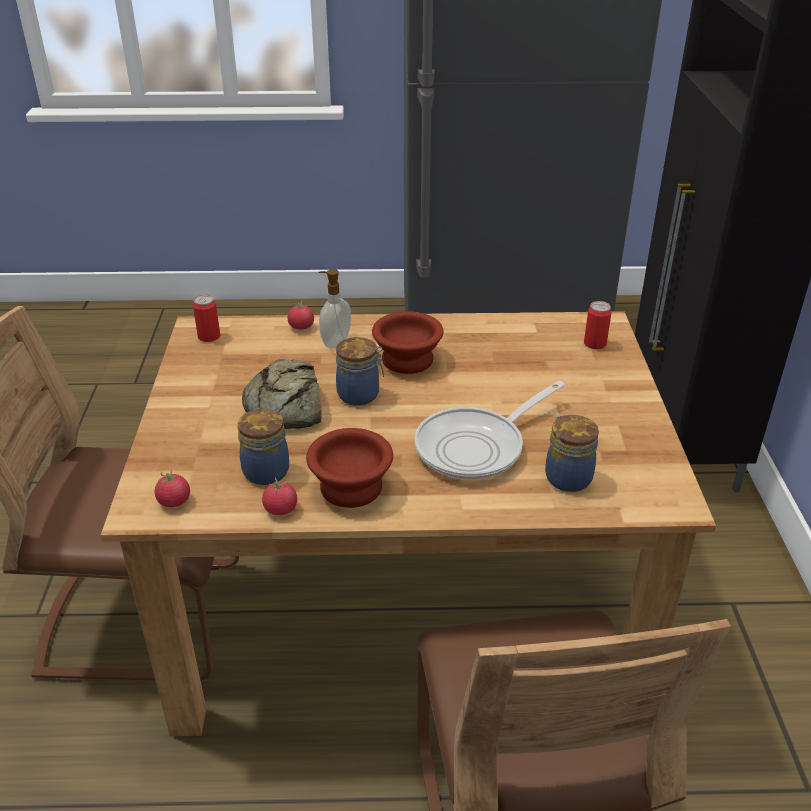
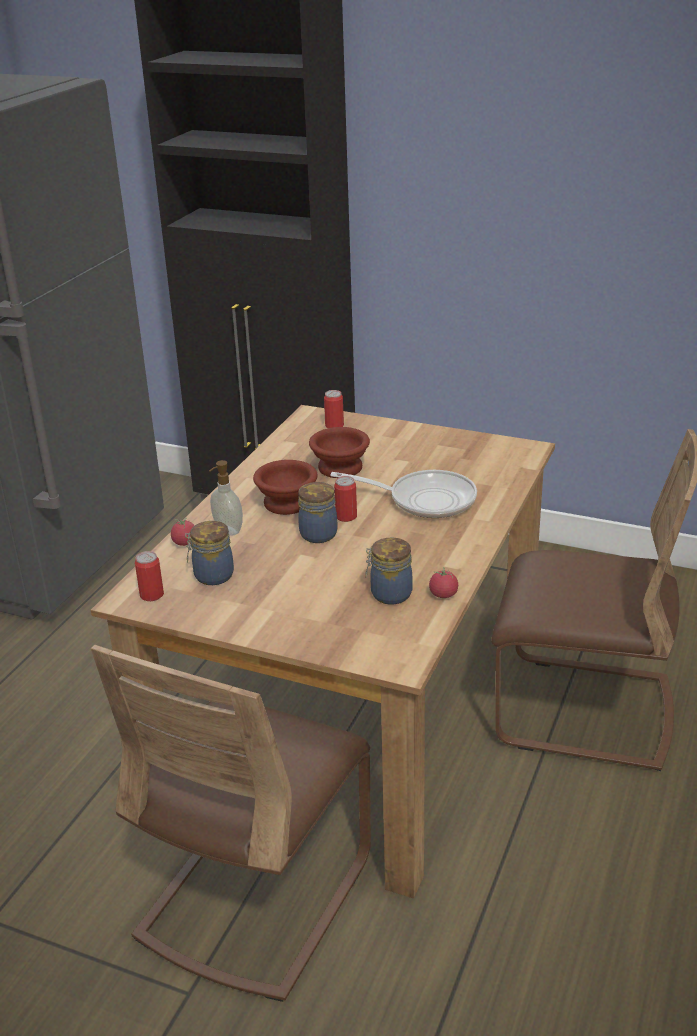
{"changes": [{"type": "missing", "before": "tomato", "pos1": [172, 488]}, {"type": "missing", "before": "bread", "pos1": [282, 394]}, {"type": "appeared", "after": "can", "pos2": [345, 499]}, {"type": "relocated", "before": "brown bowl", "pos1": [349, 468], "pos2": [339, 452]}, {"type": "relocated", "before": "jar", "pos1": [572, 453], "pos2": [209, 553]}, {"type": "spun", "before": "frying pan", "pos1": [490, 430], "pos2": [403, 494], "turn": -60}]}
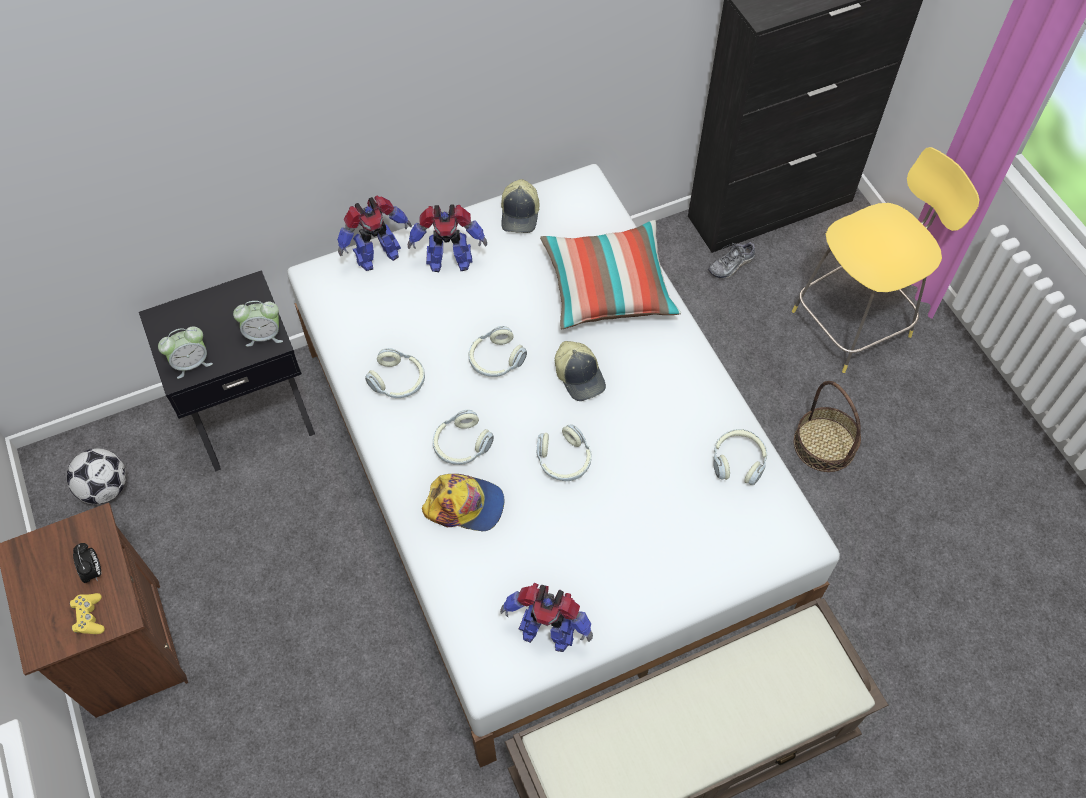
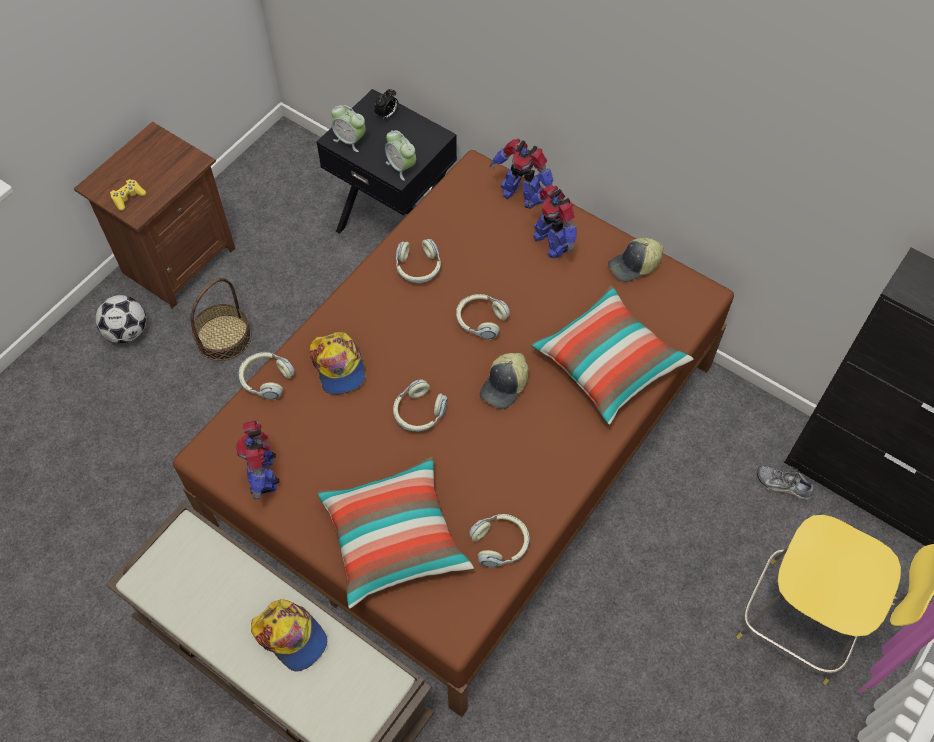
{"changes": [{"type": "appeared", "after": "cap", "pos2": [289, 635]}, {"type": "appeared", "after": "pillow", "pos2": [395, 532]}, {"type": "relocated", "before": "football", "pos1": [96, 476], "pos2": [121, 319]}, {"type": "relocated", "before": "alarm clock", "pos1": [87, 563], "pos2": [386, 104]}, {"type": "relocated", "before": "headphones", "pos1": [463, 437], "pos2": [267, 376]}, {"type": "relocated", "before": "basket", "pos1": [827, 426], "pos2": [221, 319]}, {"type": "colour", "before": "white bed", "after": "brown bed", "pos1": [563, 466], "pos2": [453, 433]}]}
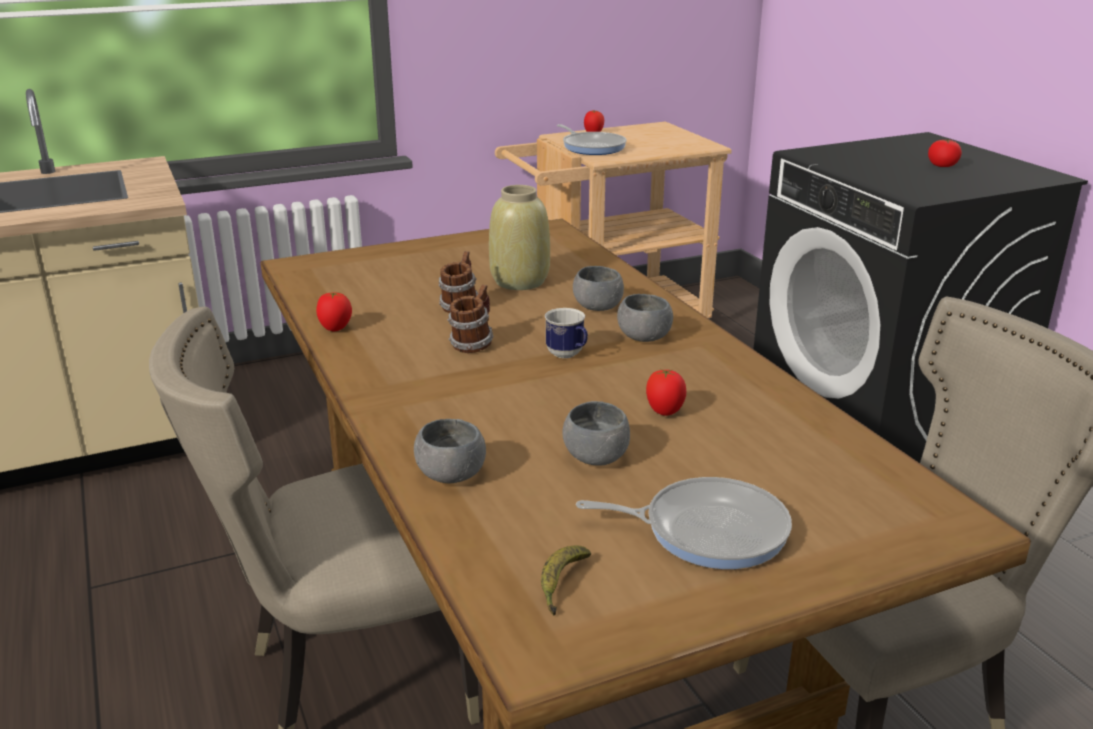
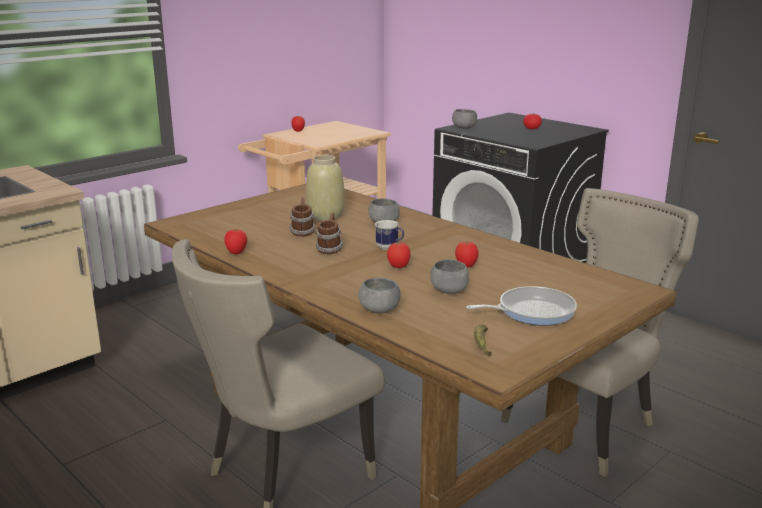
{"changes": [{"type": "missing", "before": "frying pan", "pos1": [592, 139]}, {"type": "appeared", "after": "tomato", "pos2": [398, 255]}, {"type": "relocated", "before": "grey bowl", "pos1": [645, 318], "pos2": [464, 119]}]}
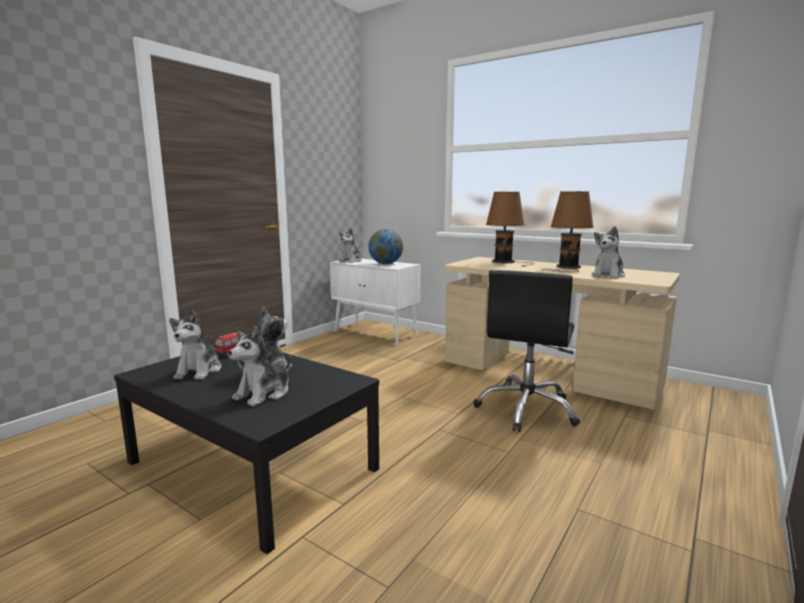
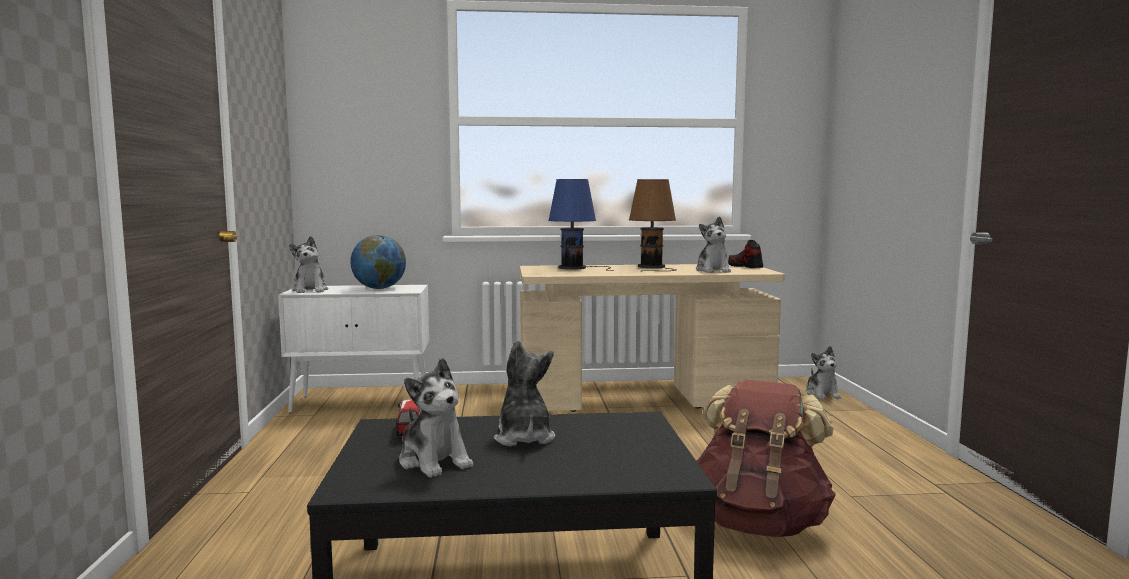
{"changes": [{"type": "missing", "before": "black office chair", "pos1": [526, 351]}, {"type": "appeared", "after": "brown backpack", "pos2": [766, 458]}, {"type": "appeared", "after": "shoe", "pos2": [745, 254]}, {"type": "relocated", "before": "plush toy", "pos1": [259, 366], "pos2": [824, 372]}, {"type": "colour", "before": "brown table lamp", "after": "blue table lamp", "pos1": [509, 229], "pos2": [581, 225]}]}
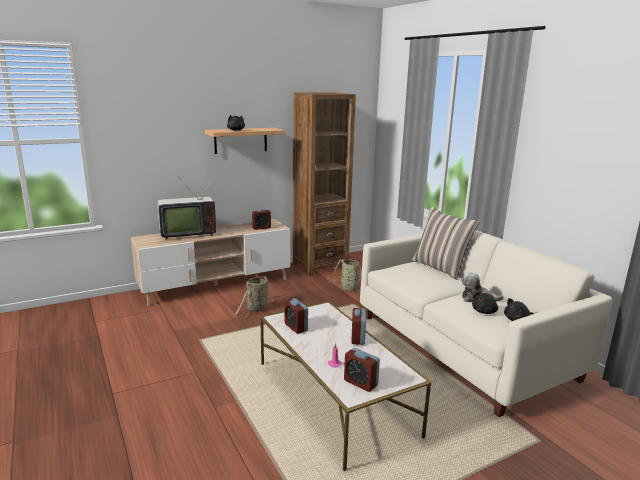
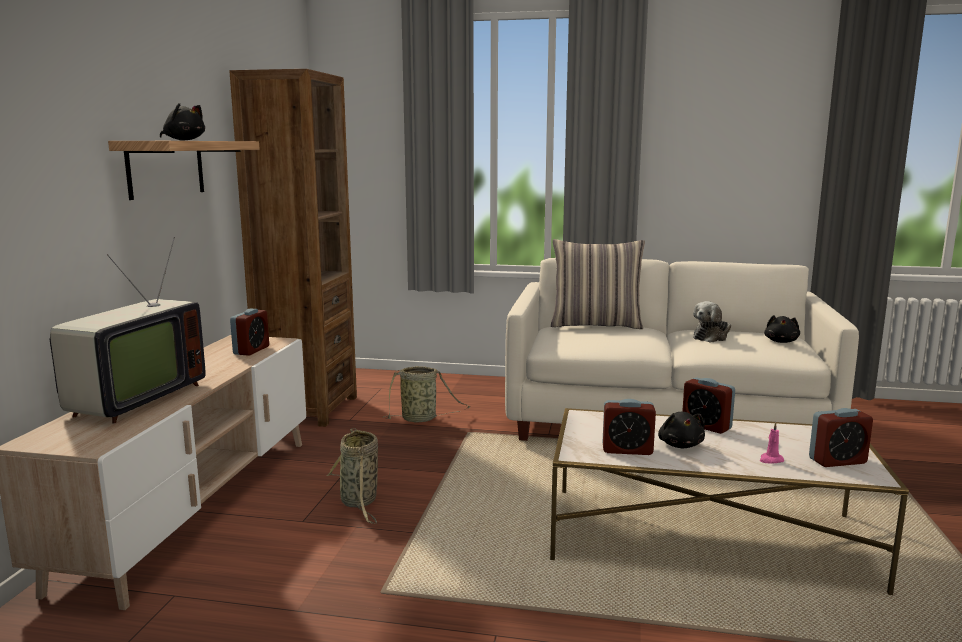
{"changes": [{"type": "relocated", "before": "black plush toy", "pos1": [485, 303], "pos2": [681, 430]}]}
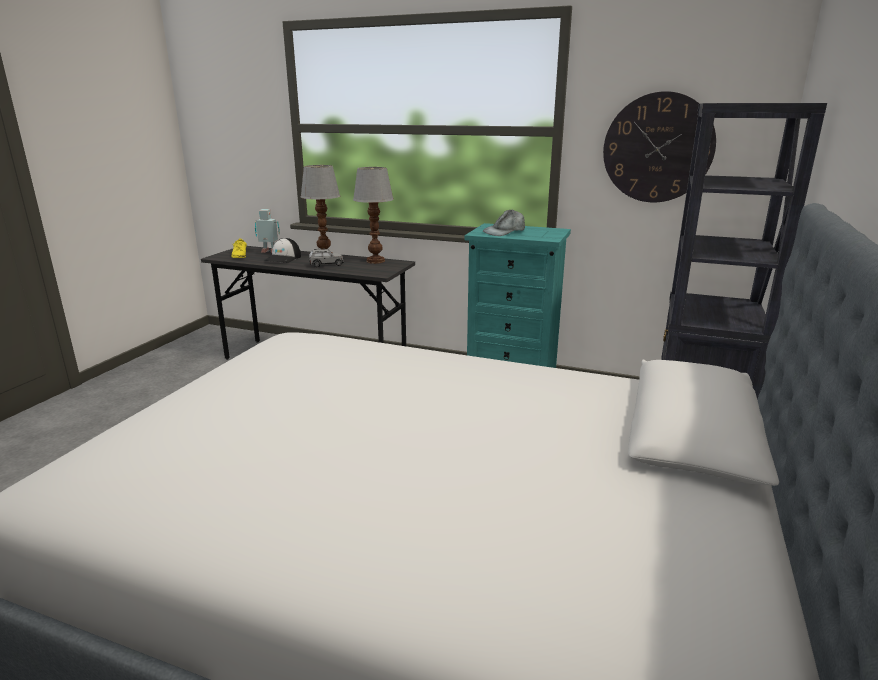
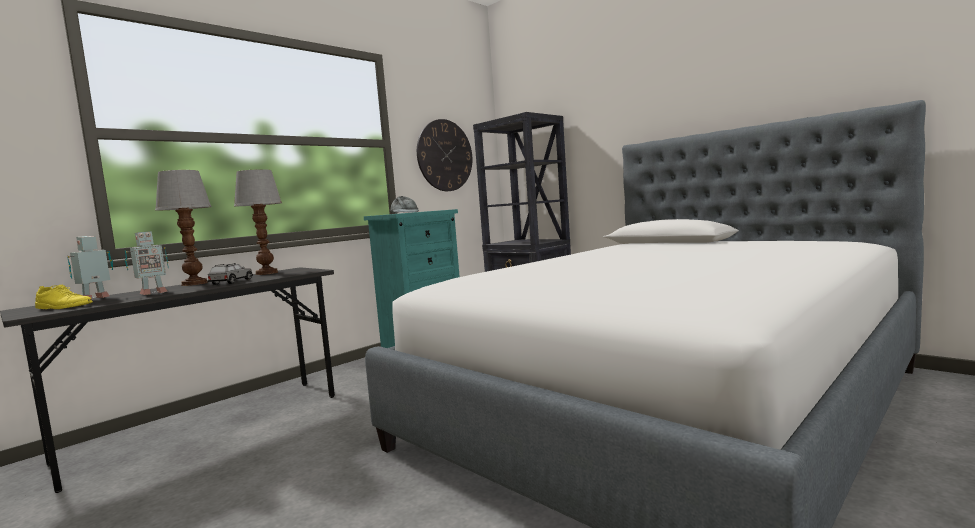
{"changes": [{"type": "exchanged", "before": "cap", "after": "toy robot", "pos1": [282, 250], "pos2": [147, 263]}]}
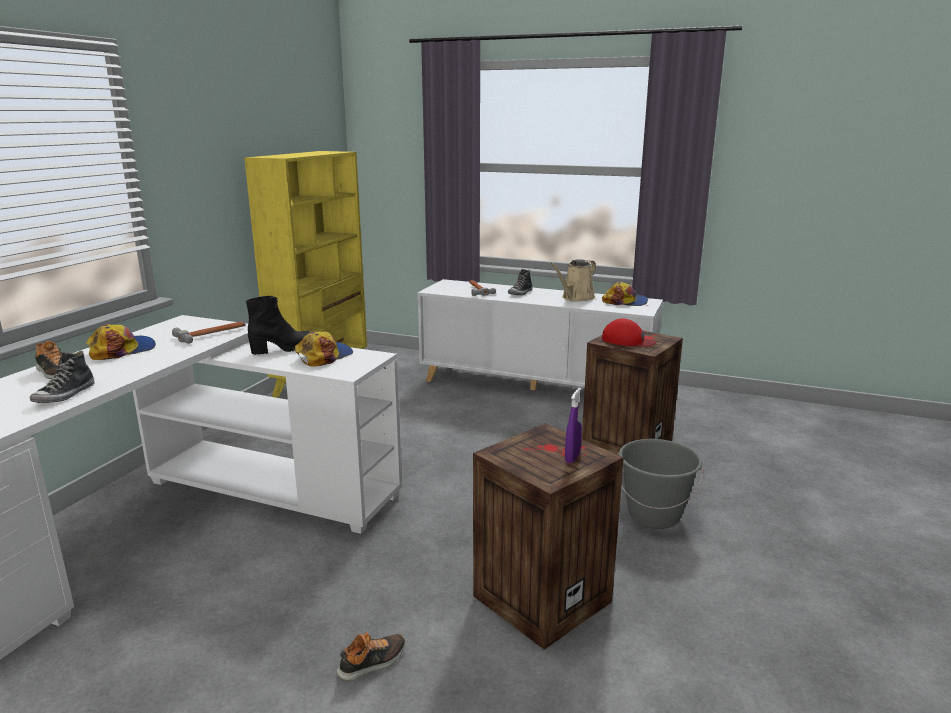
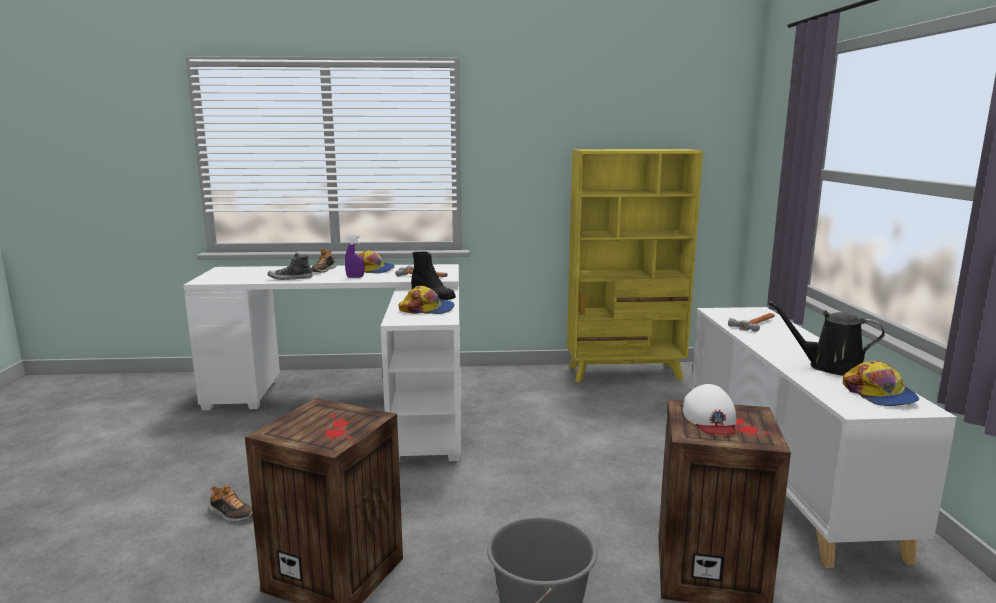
{"changes": [{"type": "missing", "before": "shoe", "pos1": [520, 282]}, {"type": "relocated", "before": "purple spray bottle", "pos1": [573, 425], "pos2": [354, 256]}, {"type": "colour", "before": "beige watering can", "after": "black watering can", "pos1": [573, 280], "pos2": [826, 338]}, {"type": "colour", "before": "red cap", "after": "white cap", "pos1": [629, 332], "pos2": [710, 409]}]}
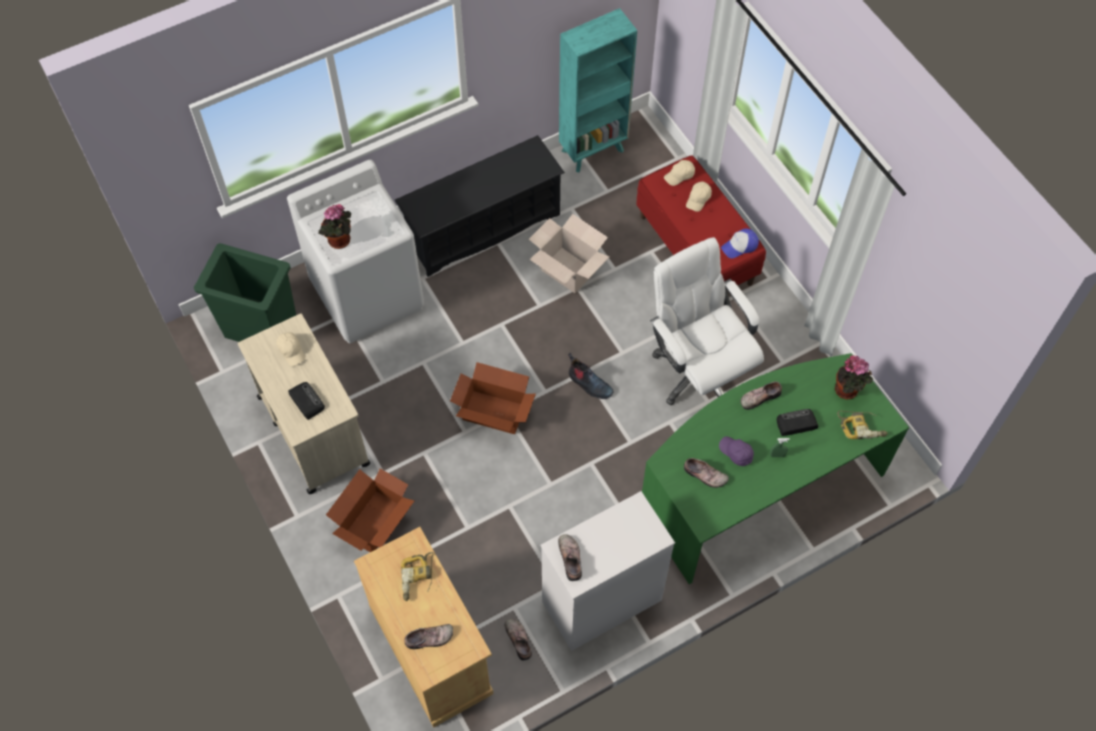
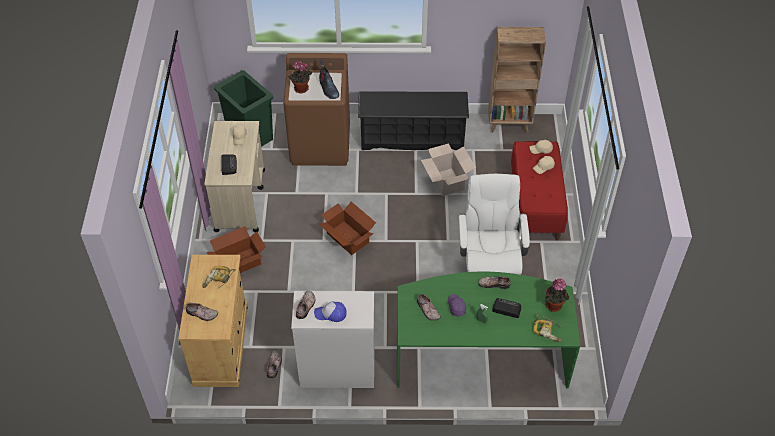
{"changes": [{"type": "relocated", "before": "boot", "pos1": [590, 376], "pos2": [329, 79]}, {"type": "relocated", "before": "cap", "pos1": [740, 243], "pos2": [330, 311]}, {"type": "colour", "before": "white washing machine", "after": "brown washing machine", "pos1": [355, 251], "pos2": [316, 109]}, {"type": "colour", "before": "turquoise bookcase", "after": "brown bookcase", "pos1": [598, 90], "pos2": [517, 80]}]}
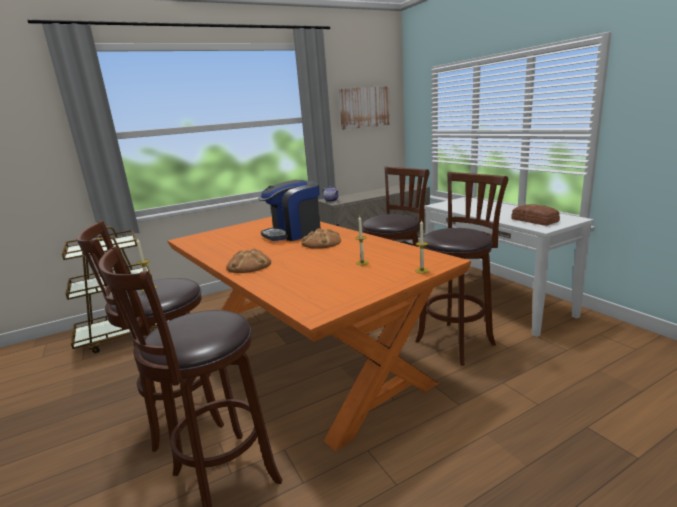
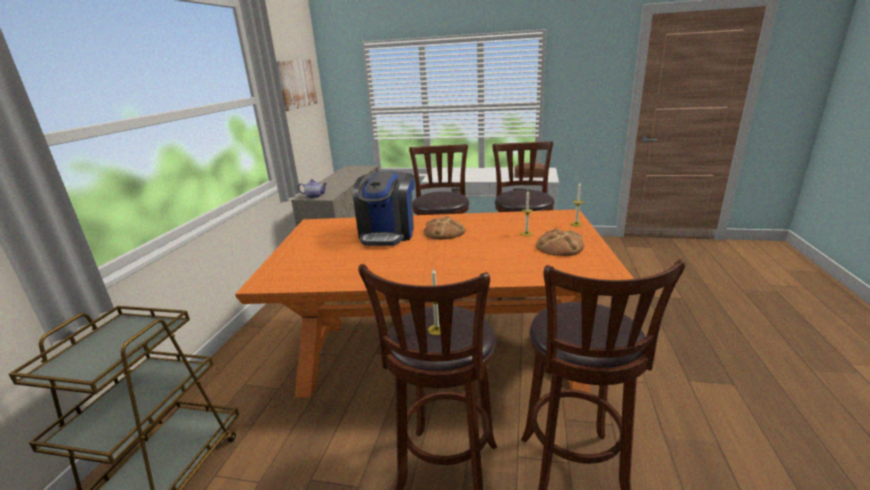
{"changes": [{"type": "relocated", "before": "bread", "pos1": [248, 260], "pos2": [560, 242]}]}
